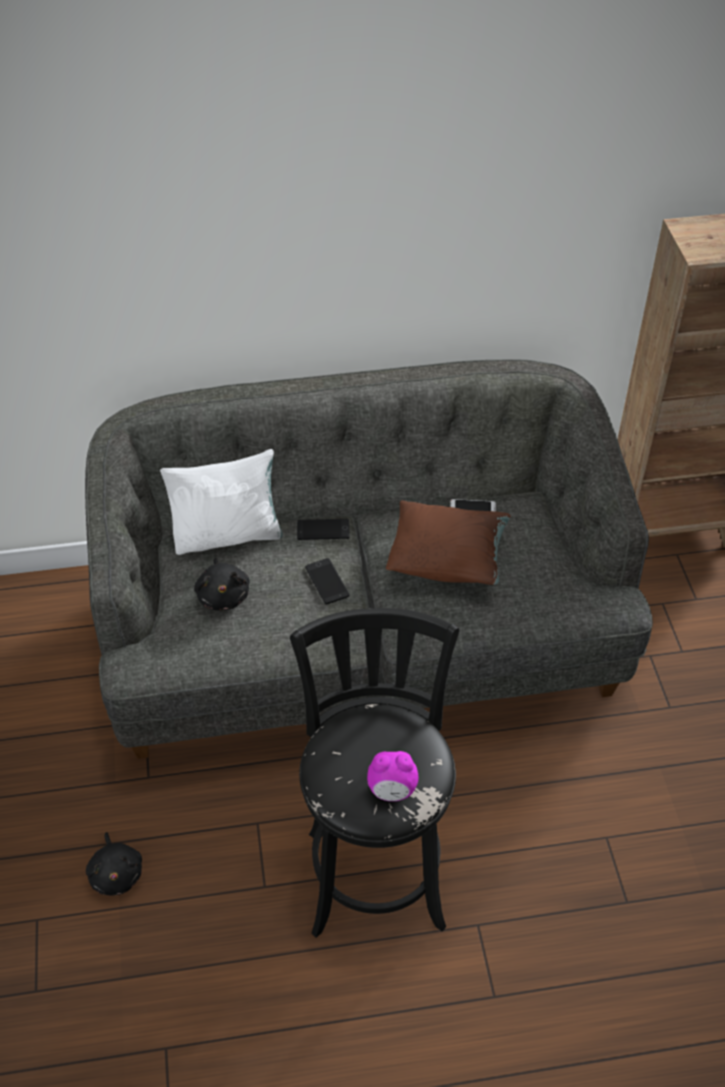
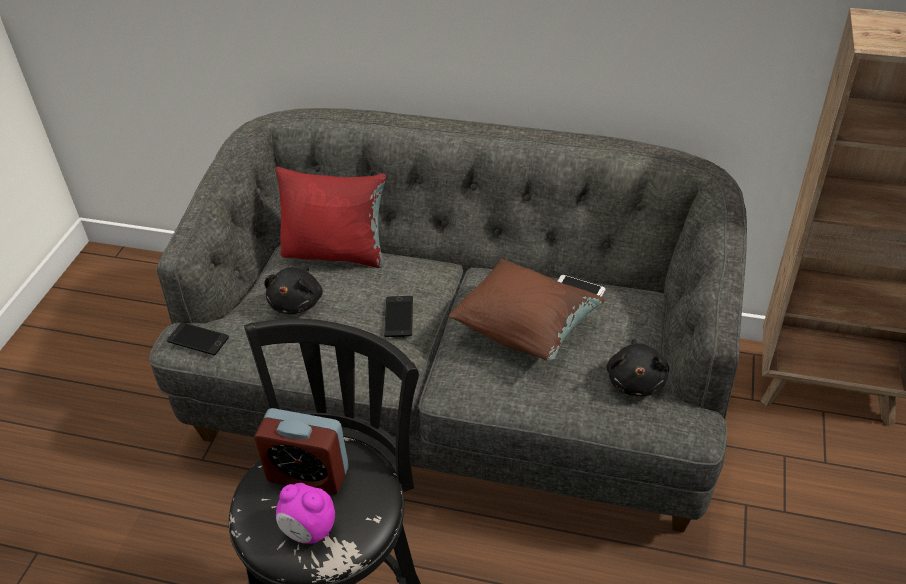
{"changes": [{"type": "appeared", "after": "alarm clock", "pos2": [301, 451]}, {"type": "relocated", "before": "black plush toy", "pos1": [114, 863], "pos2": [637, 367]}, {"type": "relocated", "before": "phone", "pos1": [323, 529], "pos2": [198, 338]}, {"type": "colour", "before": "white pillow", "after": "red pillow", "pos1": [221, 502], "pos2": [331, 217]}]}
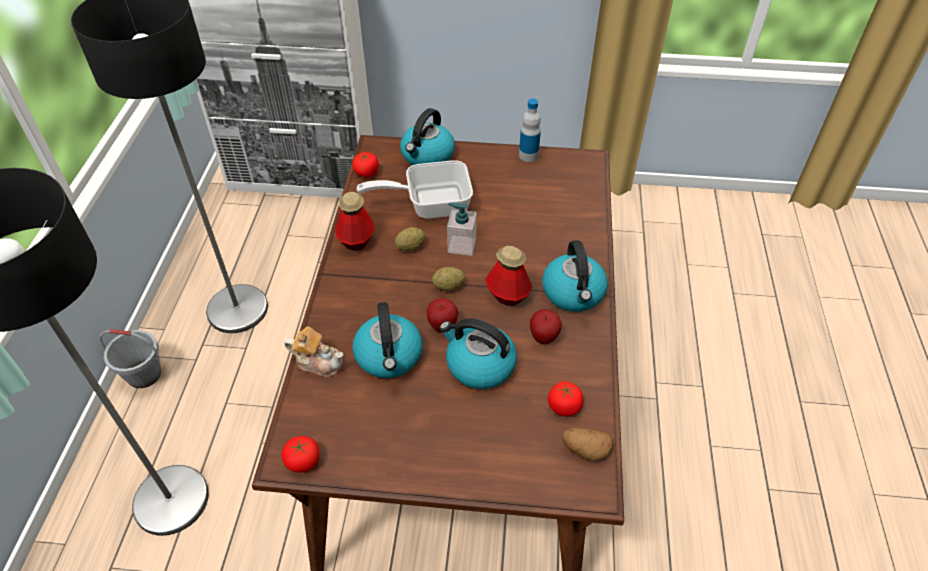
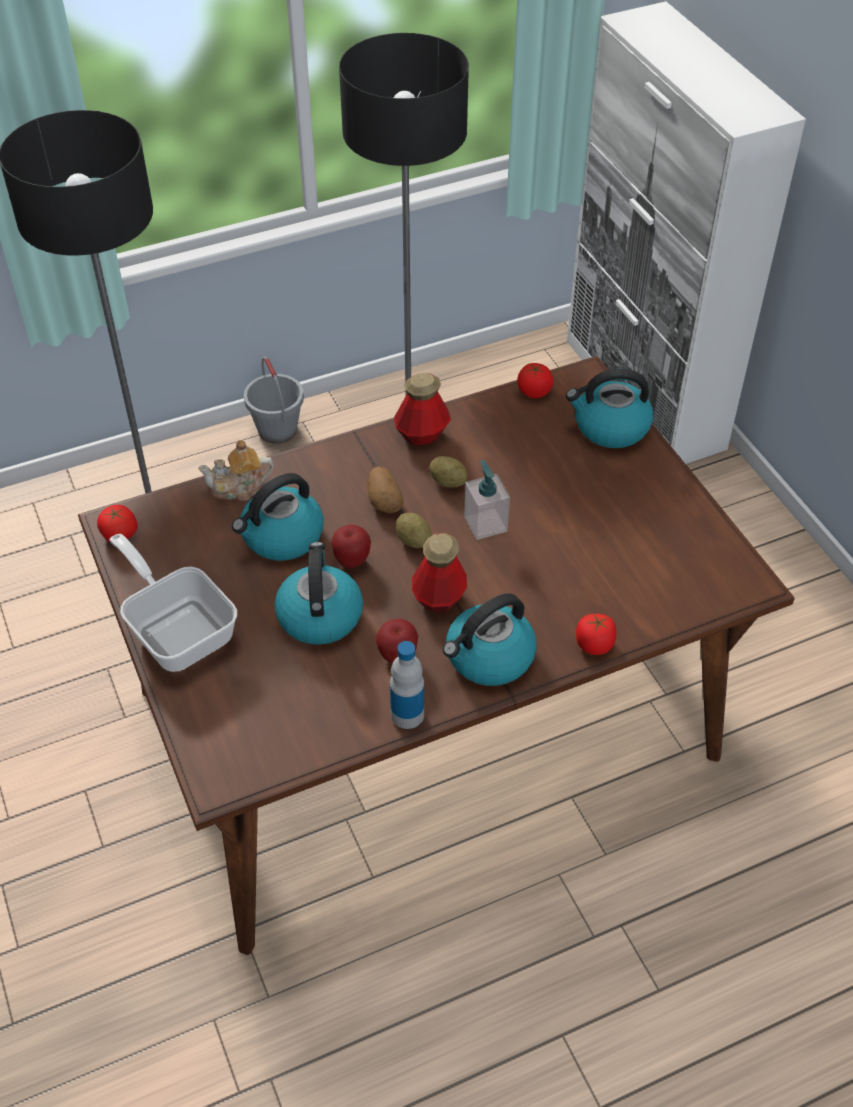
{"changes": [{"type": "relocated", "before": "frying pan", "pos1": [415, 189], "pos2": [173, 603]}, {"type": "relocated", "before": "bottle", "pos1": [530, 130], "pos2": [407, 685]}, {"type": "relocated", "before": "tomato", "pos1": [565, 399], "pos2": [596, 634]}, {"type": "relocated", "before": "potato", "pos1": [588, 444], "pos2": [386, 489]}, {"type": "spun", "before": "teapot", "pos1": [313, 352], "pos2": [236, 470], "turn": 90}]}
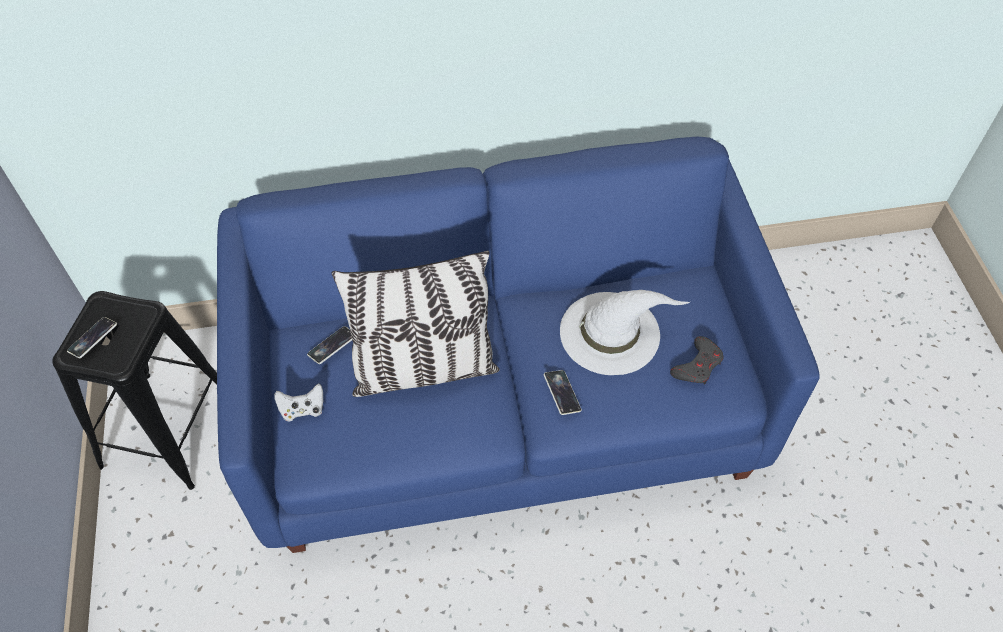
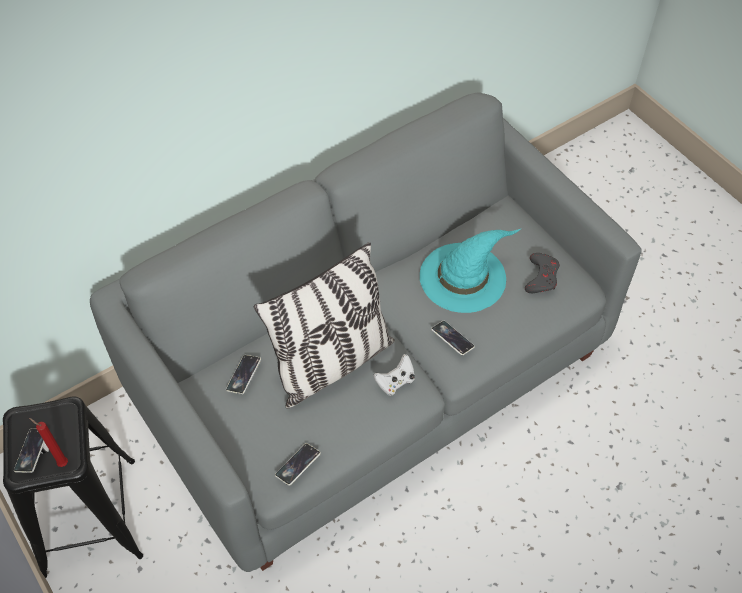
{"changes": [{"type": "appeared", "after": "red candle", "pos2": [48, 442]}, {"type": "appeared", "after": "phone", "pos2": [298, 464]}, {"type": "relocated", "before": "white game controller", "pos1": [298, 402], "pos2": [394, 375]}, {"type": "colour", "before": "blue sofa", "after": "grey sofa", "pos1": [518, 345], "pos2": [366, 332]}, {"type": "colour", "before": "white hat", "after": "turquoise hat", "pos1": [625, 332], "pos2": [470, 271]}]}
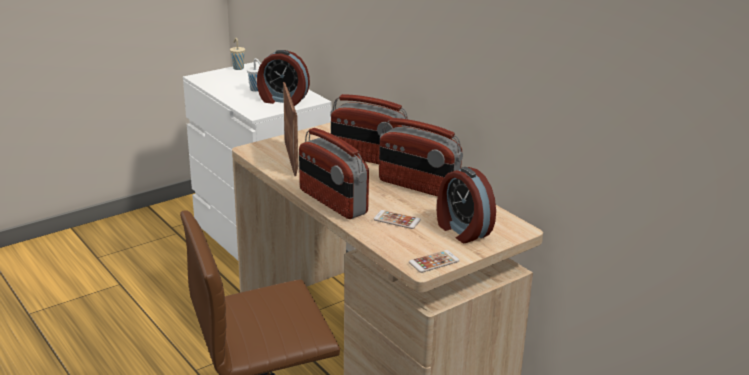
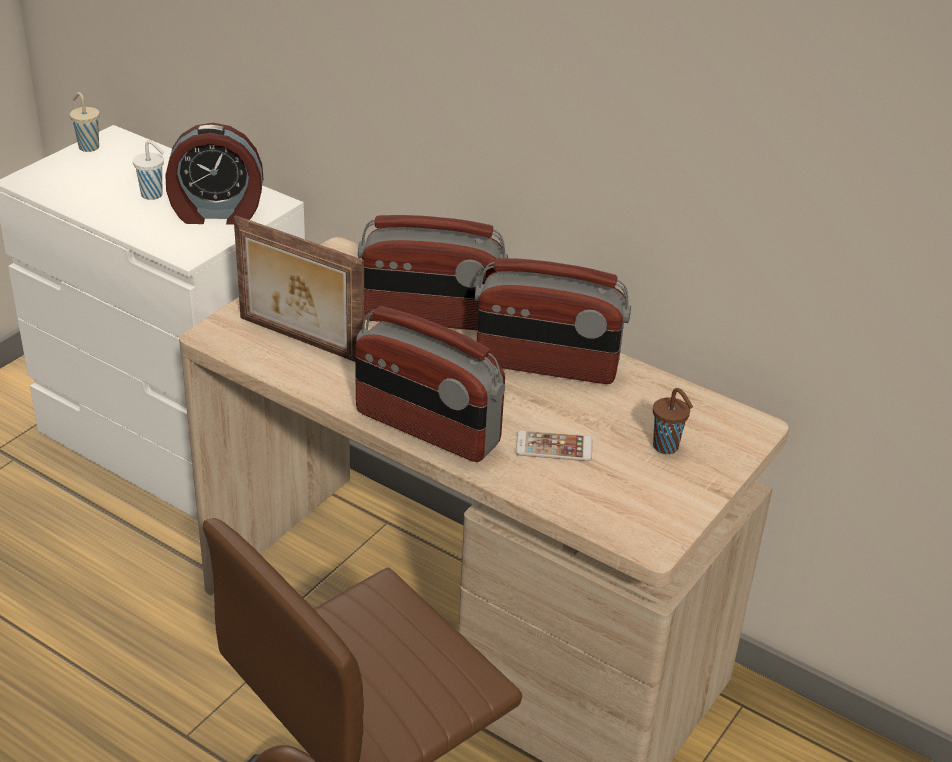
{"changes": [{"type": "missing", "before": "phone", "pos1": [434, 261]}, {"type": "exchanged", "before": "alarm clock", "after": "brown cup", "pos1": [466, 205], "pos2": [673, 421]}, {"type": "spun", "before": "picture frame", "pos1": [290, 129], "pos2": [299, 288], "turn": 150}]}
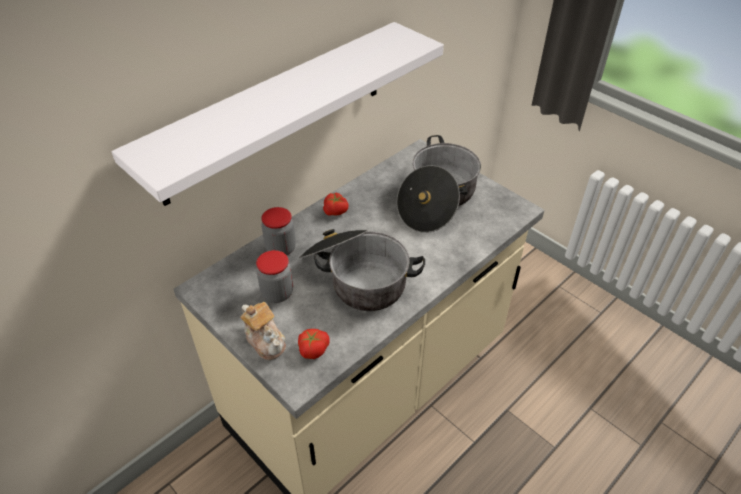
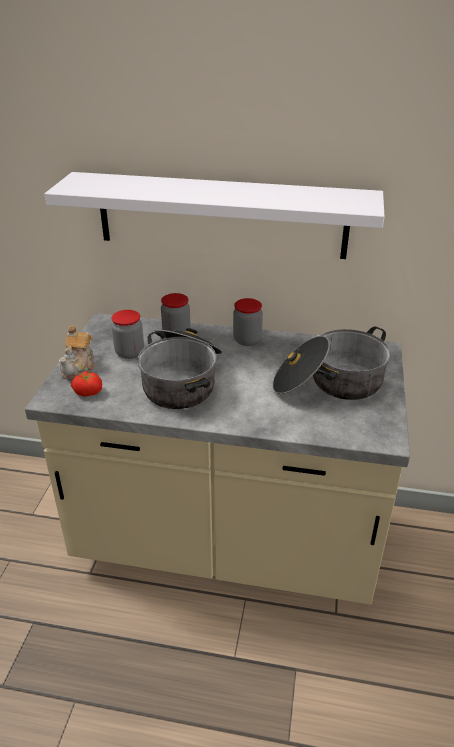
{"changes": [{"type": "exchanged", "before": "tomato", "after": "jar", "pos1": [336, 204], "pos2": [248, 322]}]}
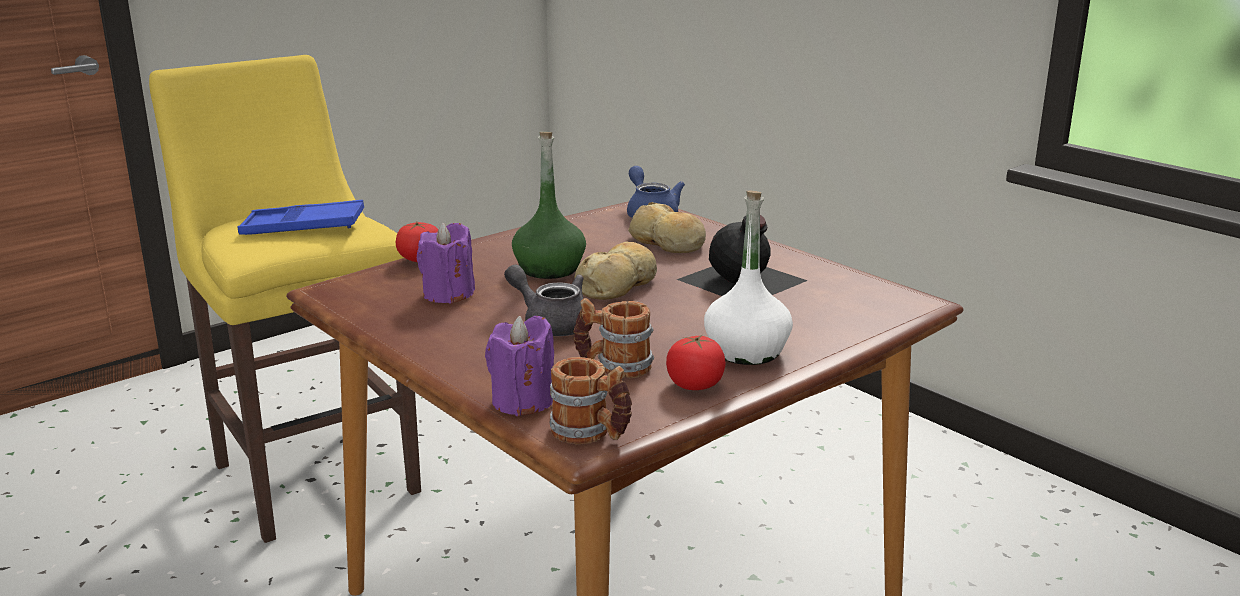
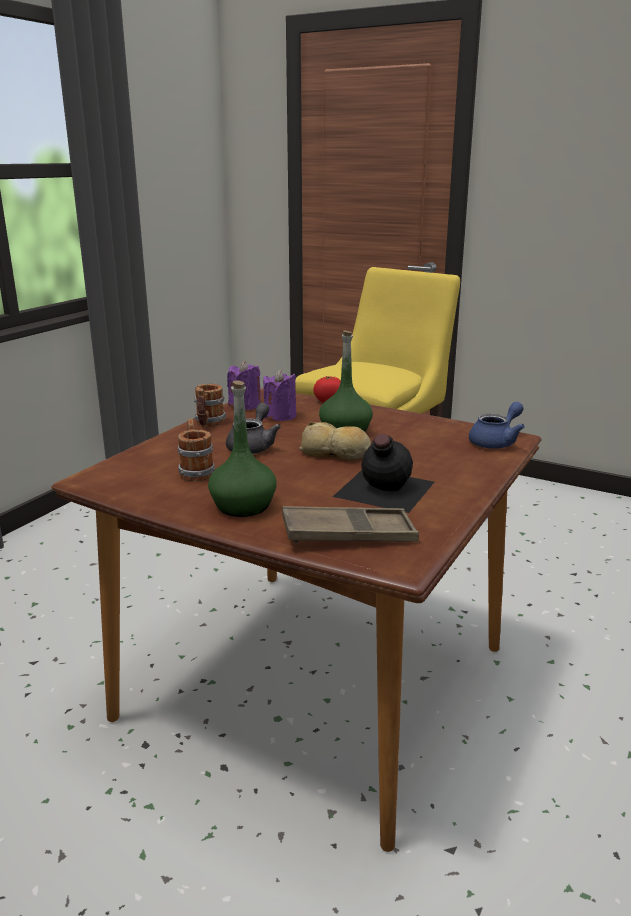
{"changes": [{"type": "missing", "before": "blue tray", "pos1": [301, 217]}, {"type": "missing", "before": "bread", "pos1": [667, 227]}, {"type": "missing", "before": "tomato", "pos1": [696, 362]}, {"type": "appeared", "after": "brown tray", "pos2": [350, 524]}, {"type": "relocated", "before": "purple candle", "pos1": [519, 366], "pos2": [244, 385]}, {"type": "relocated", "before": "mug", "pos1": [591, 400], "pos2": [210, 406]}, {"type": "colour", "before": "white bottle", "after": "green bottle", "pos1": [748, 277], "pos2": [242, 449]}]}
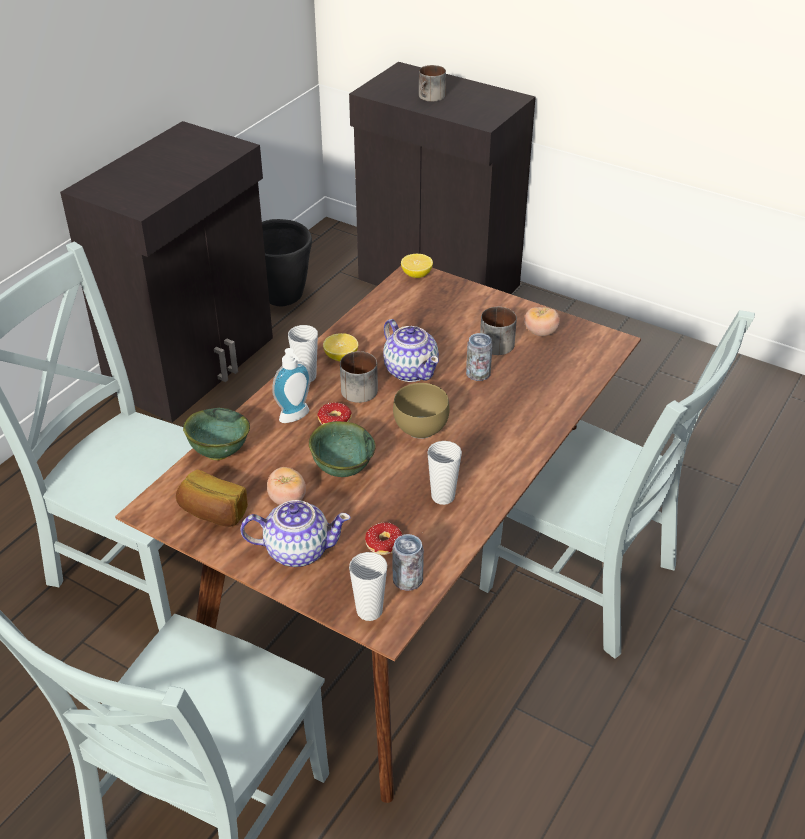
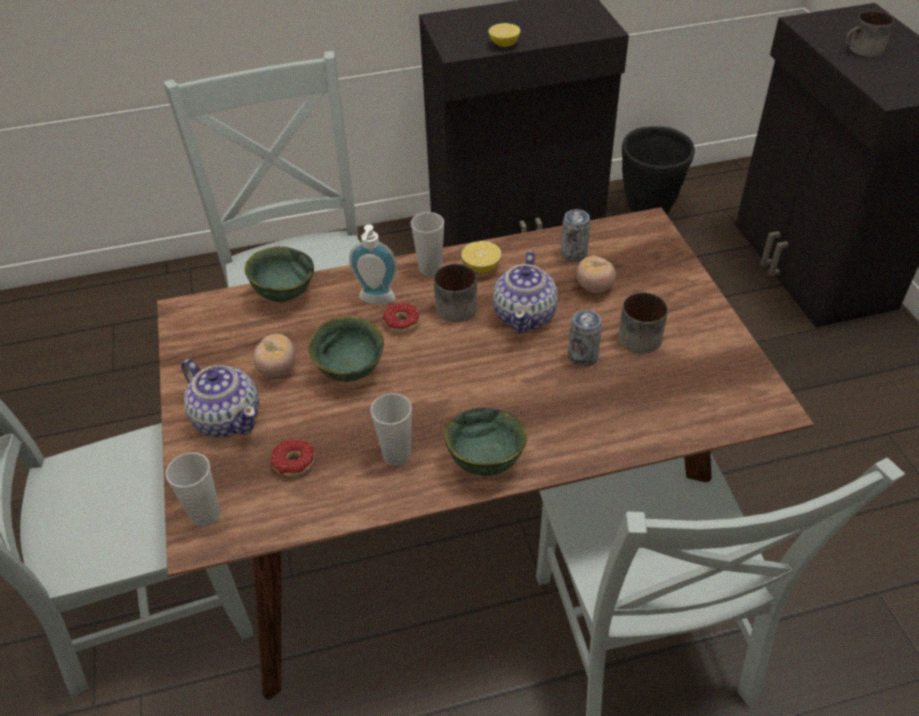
{"changes": [{"type": "missing", "before": "bread", "pos1": [212, 498]}, {"type": "missing", "before": "brown bowl", "pos1": [421, 411]}, {"type": "appeared", "after": "green bowl", "pos2": [485, 442]}, {"type": "relocated", "before": "can", "pos1": [408, 562], "pos2": [576, 235]}, {"type": "relocated", "before": "lemon", "pos1": [417, 266], "pos2": [504, 35]}, {"type": "relocated", "before": "tomato", "pos1": [542, 321], "pos2": [596, 274]}]}
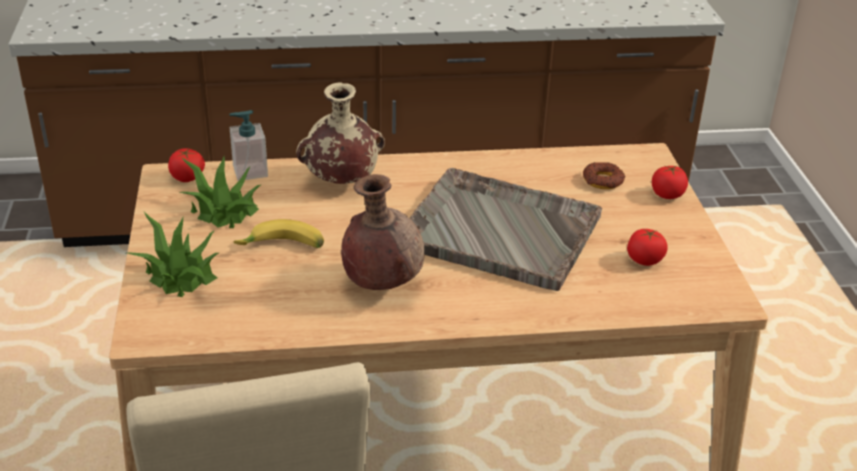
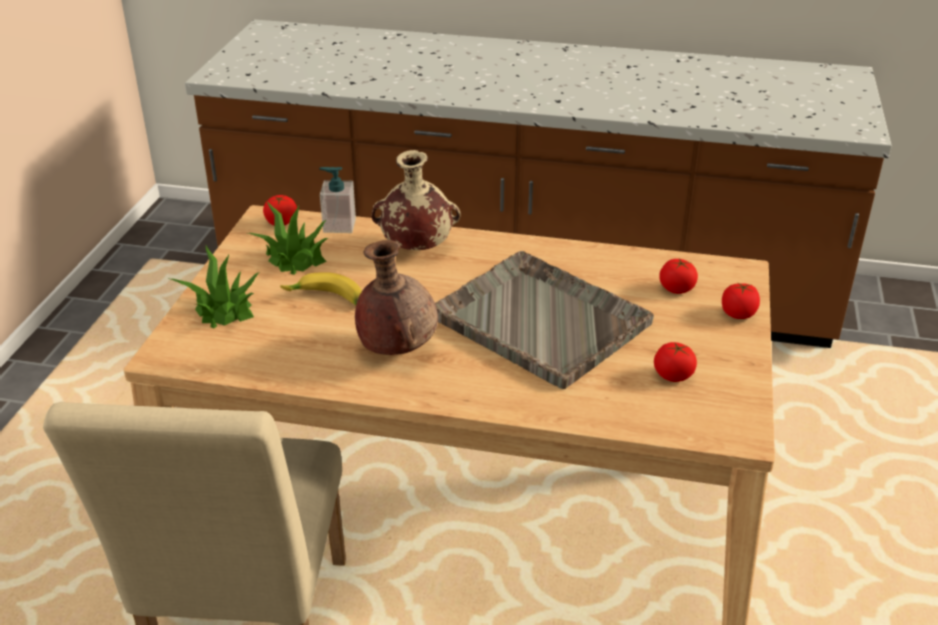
{"changes": [{"type": "exchanged", "before": "donut", "after": "tomato", "pos1": [604, 175], "pos2": [678, 276]}]}
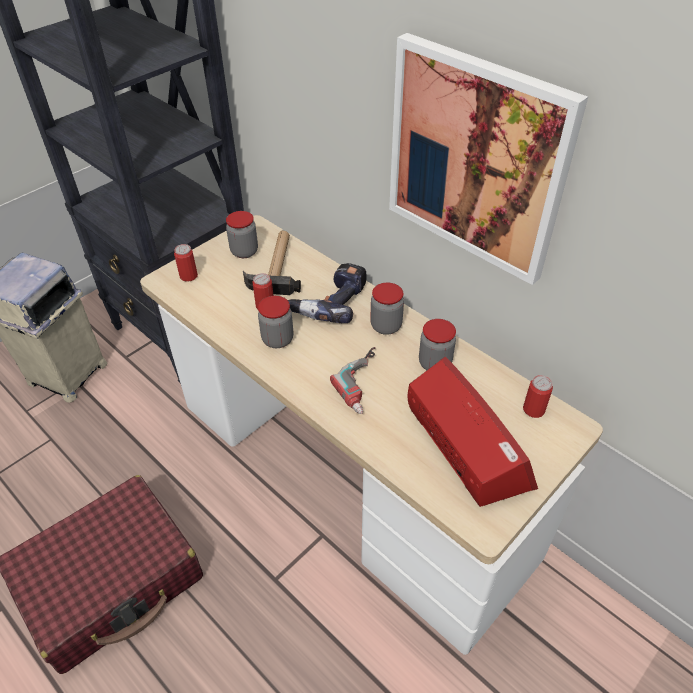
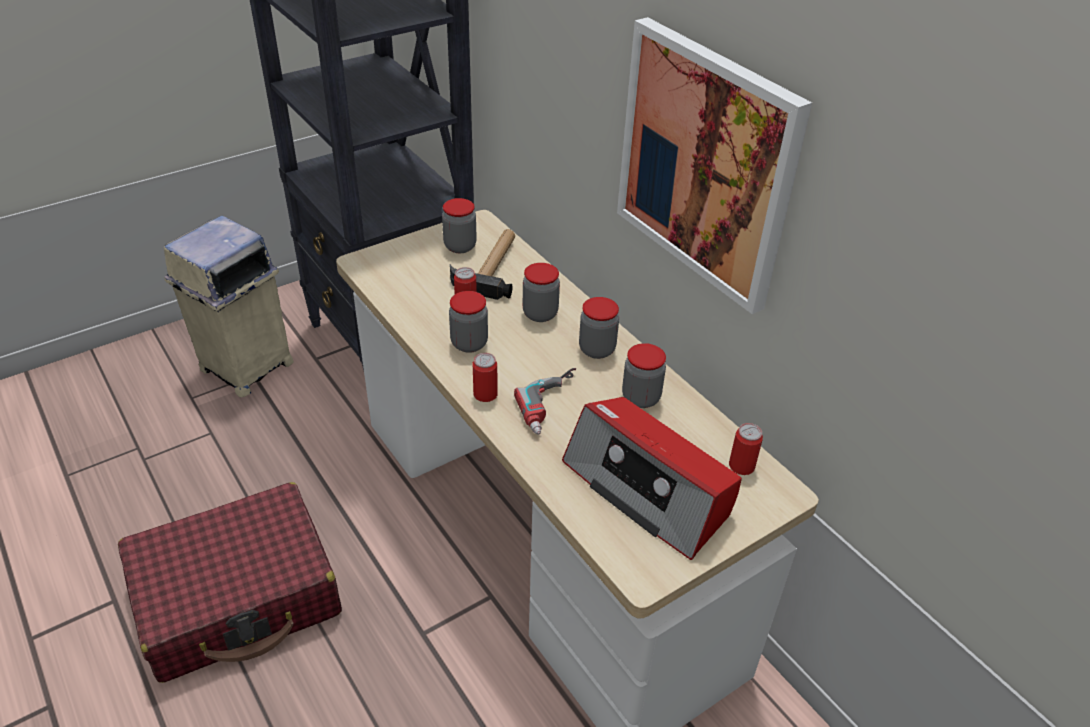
{"changes": [{"type": "relocated", "before": "can", "pos1": [186, 263], "pos2": [485, 377]}, {"type": "exchanged", "before": "power drill", "after": "jar", "pos1": [327, 293], "pos2": [541, 292]}, {"type": "spun", "before": "radio", "pos1": [472, 432], "pos2": [652, 478], "turn": 150}]}
